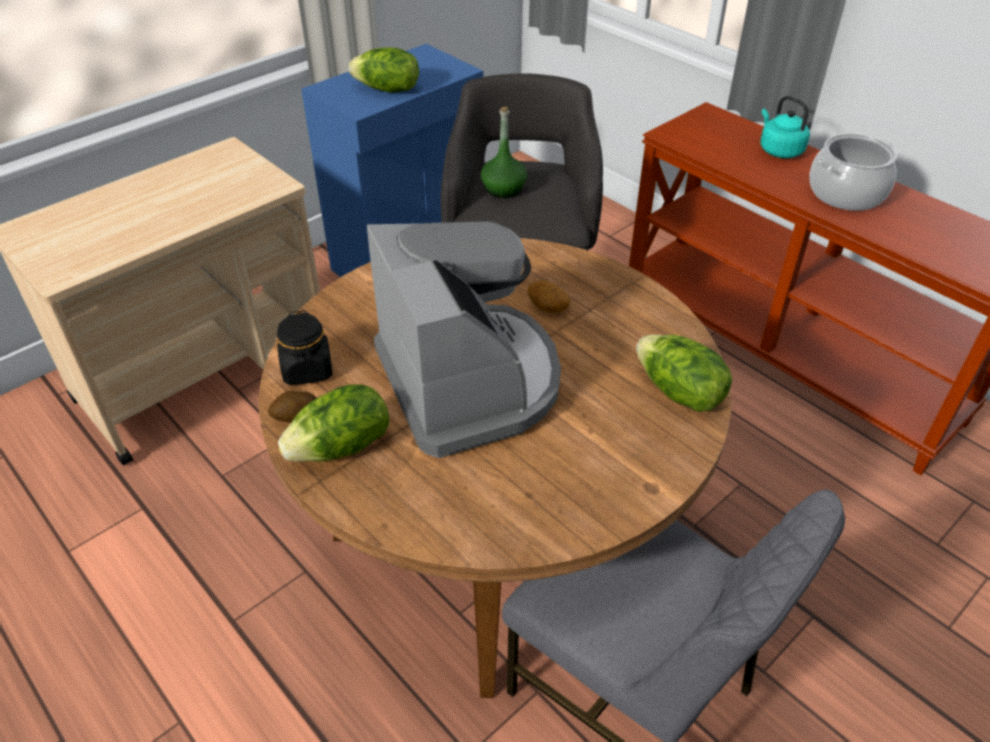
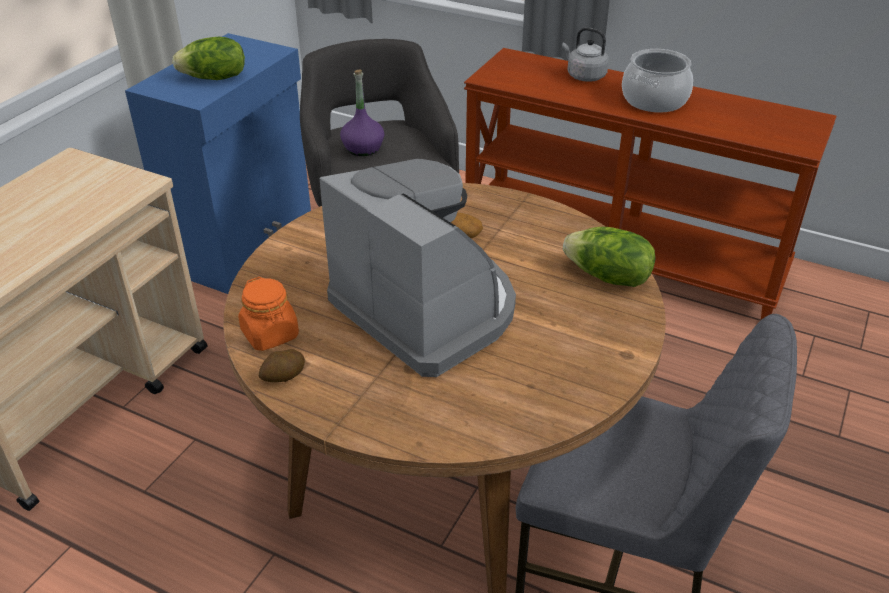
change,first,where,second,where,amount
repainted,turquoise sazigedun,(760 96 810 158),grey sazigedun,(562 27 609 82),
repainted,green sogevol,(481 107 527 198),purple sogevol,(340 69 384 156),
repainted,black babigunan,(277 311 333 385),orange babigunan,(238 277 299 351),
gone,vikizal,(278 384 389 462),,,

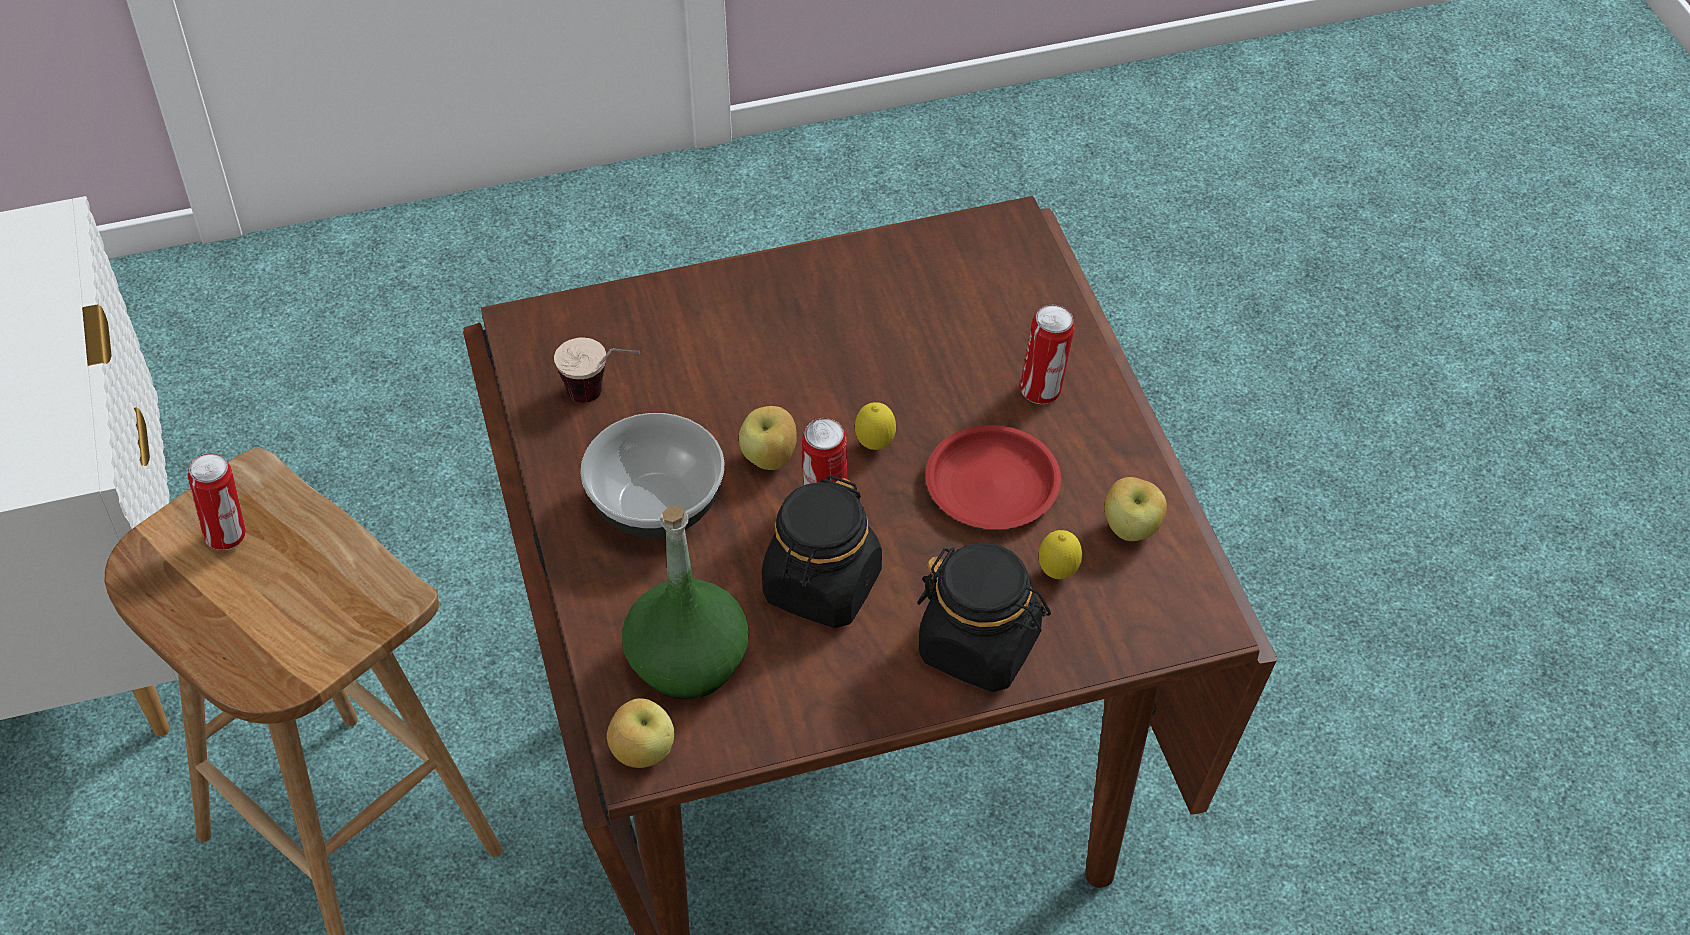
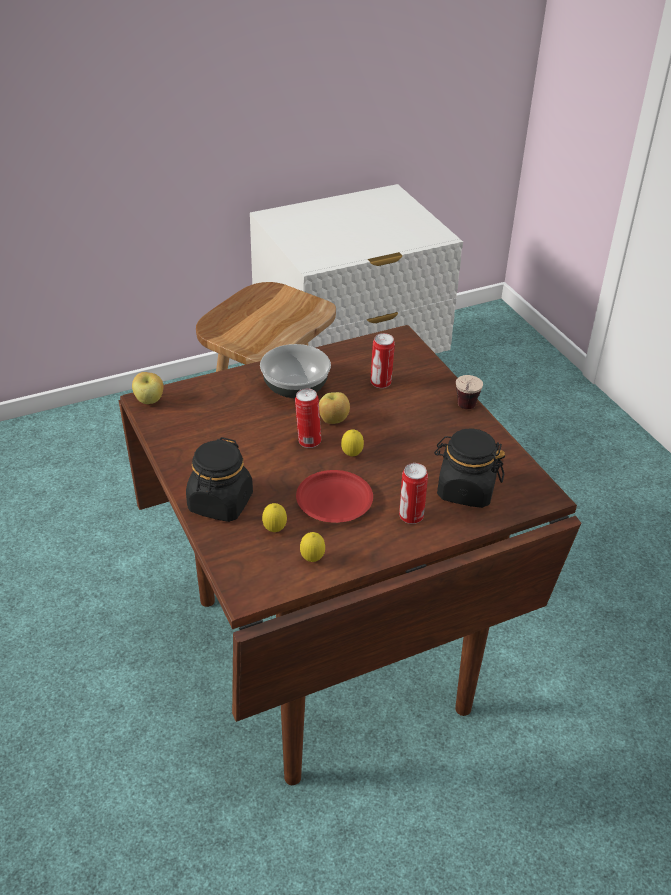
change,first,where,second,where,amount
shifted,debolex,(554 337 640 403),,(456 375 483 409),
shifted,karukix,(188 453 246 550),,(370 333 395 388),
shifted,black babigunan,(762 475 882 628),,(434 429 505 508),
swapped,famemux,(1104 477 1167 541),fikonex,(300 532 325 562),
gone,green sogevol,(622 505 749 699),,,

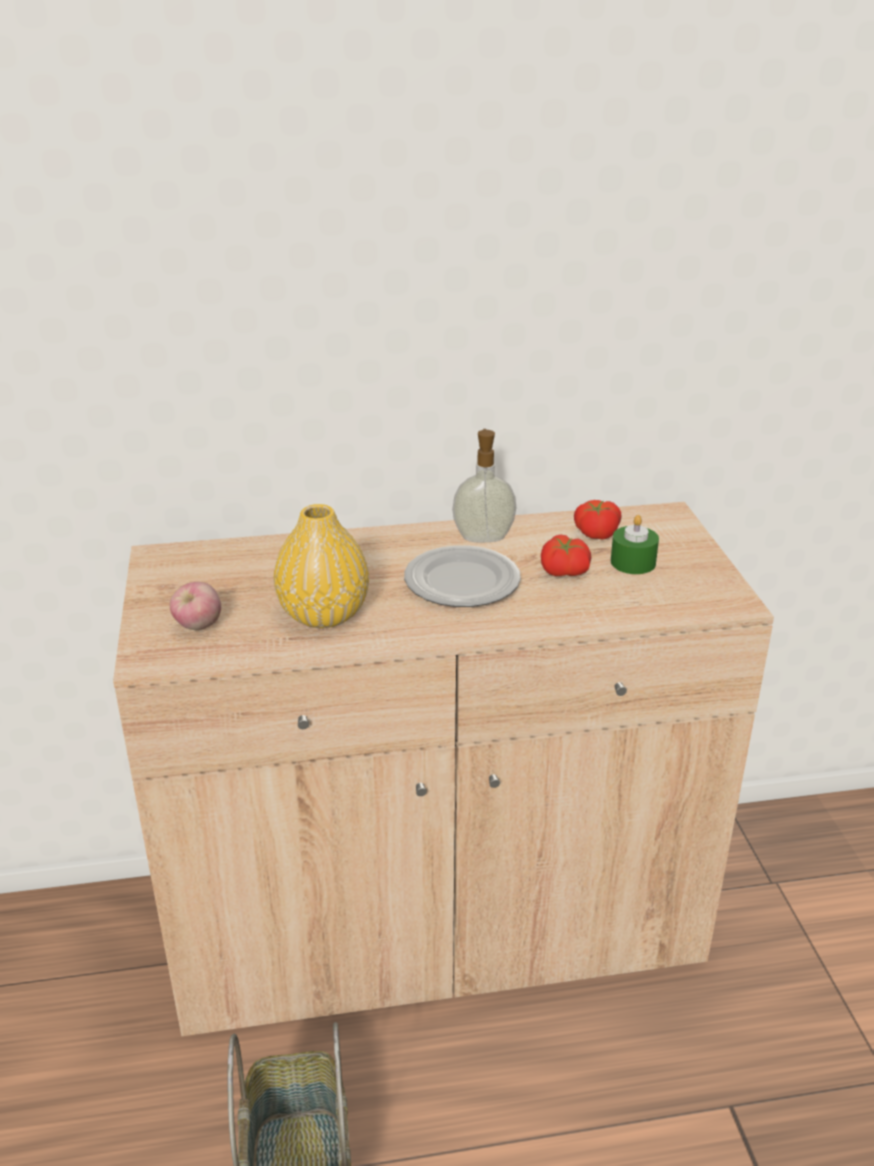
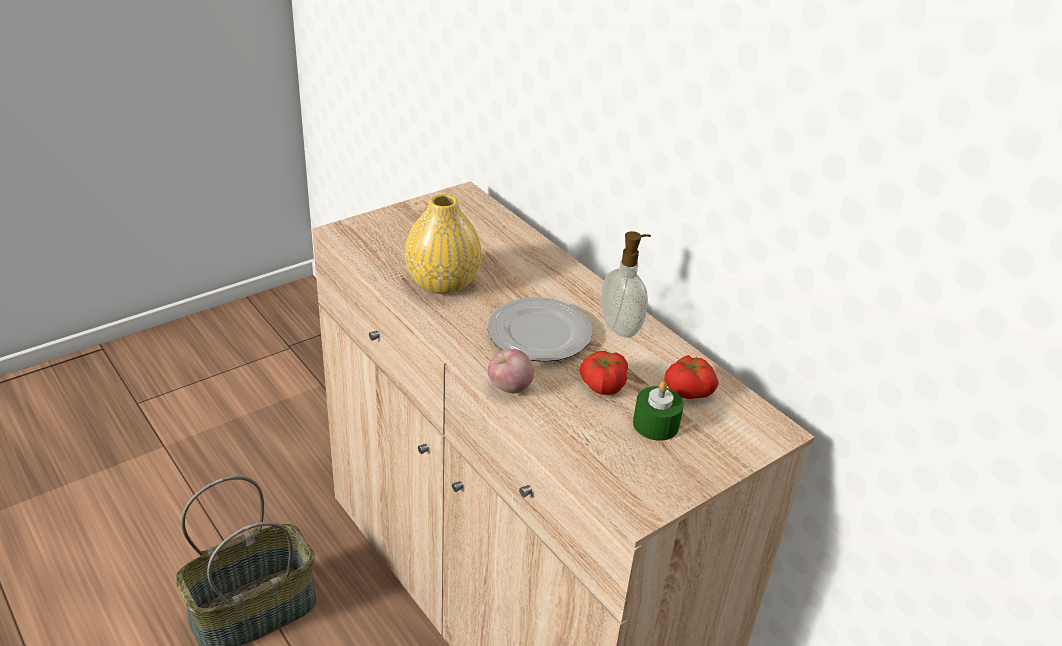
change,first,where,second,where,amount
shifted,famemux,(170 582 221 630),,(488 349 534 393),

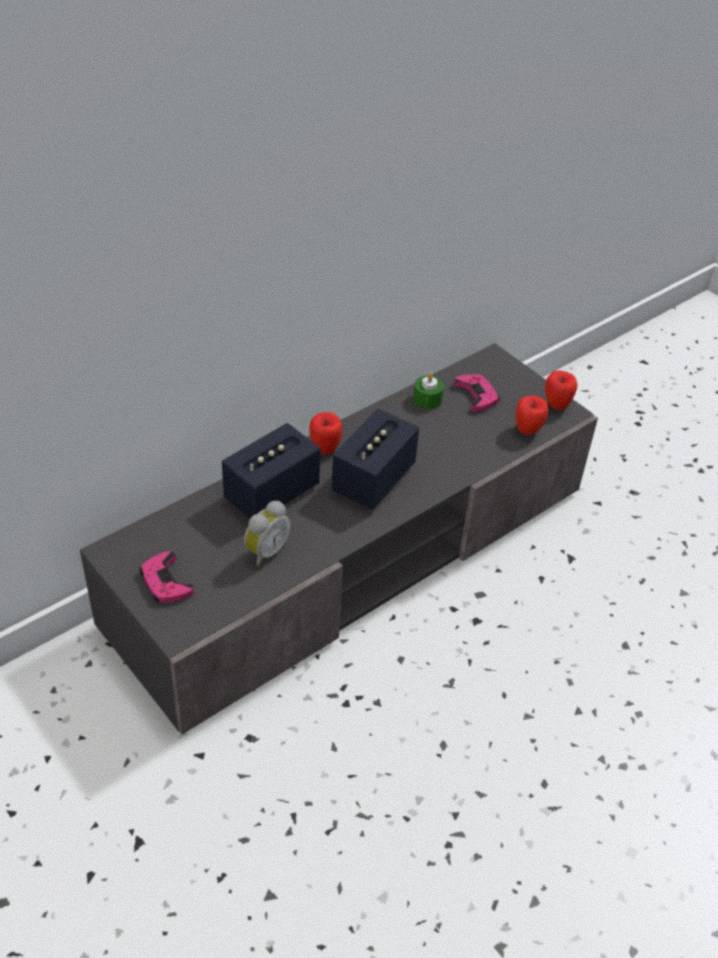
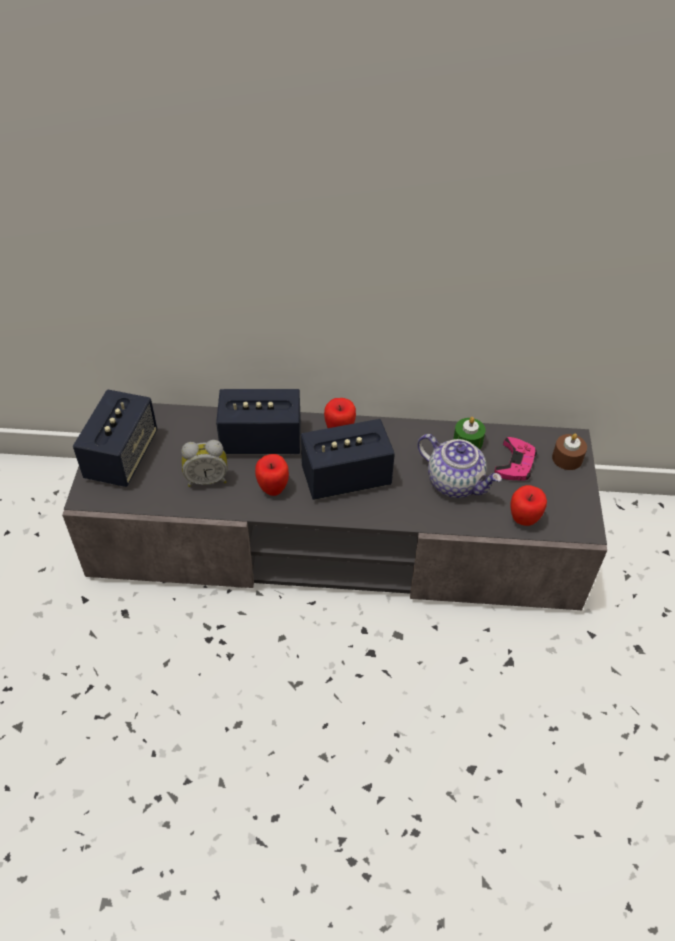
change,first,where,second,where,amount
shifted,famemux,(545 370 578 410),,(255 454 289 496),
swapped,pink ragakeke,(139 551 194 603),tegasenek,(73 390 158 487),
new,,,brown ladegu,(552 433 587 470),
new,,,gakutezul,(417 434 502 498),

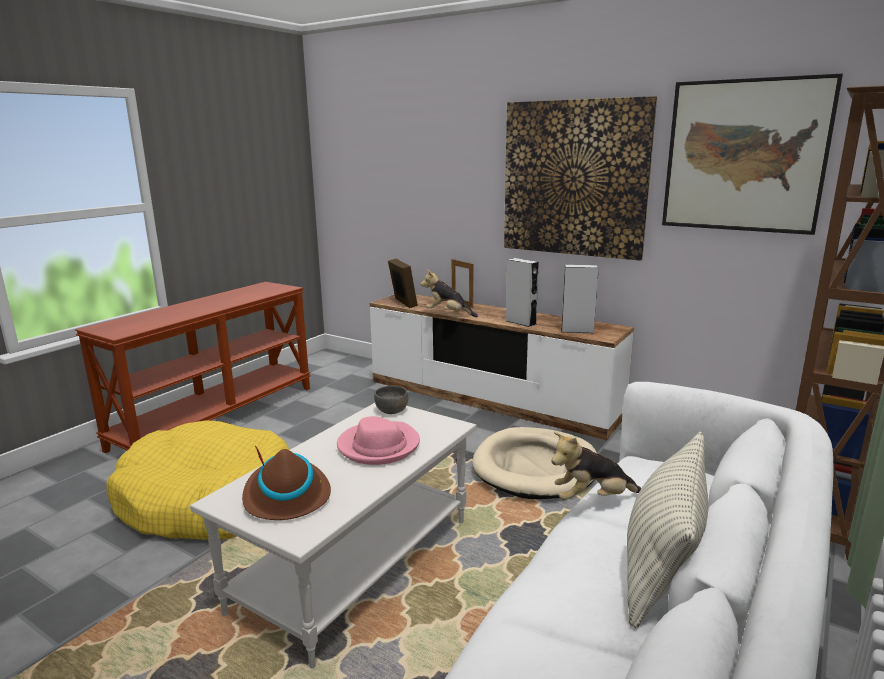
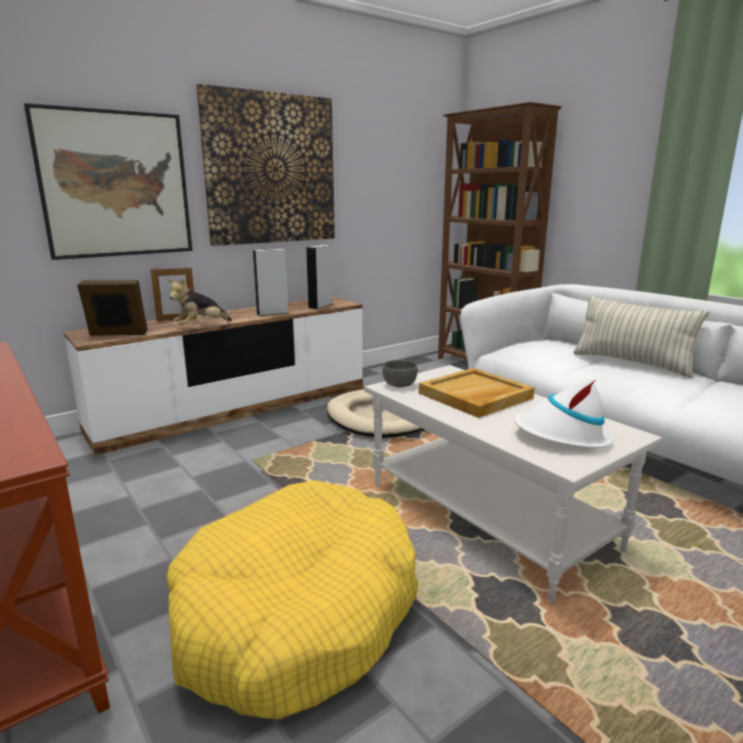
change,first,where,second,where,amount
shifted,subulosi,(662 74 843 235),,(24 103 192 260),
swapped,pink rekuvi,(337 416 420 465),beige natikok,(419 368 535 418),
gone,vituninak,(551 432 641 500),,,
repainted,brown rekuvi,(242 446 331 520),white rekuvi,(514 379 614 448),

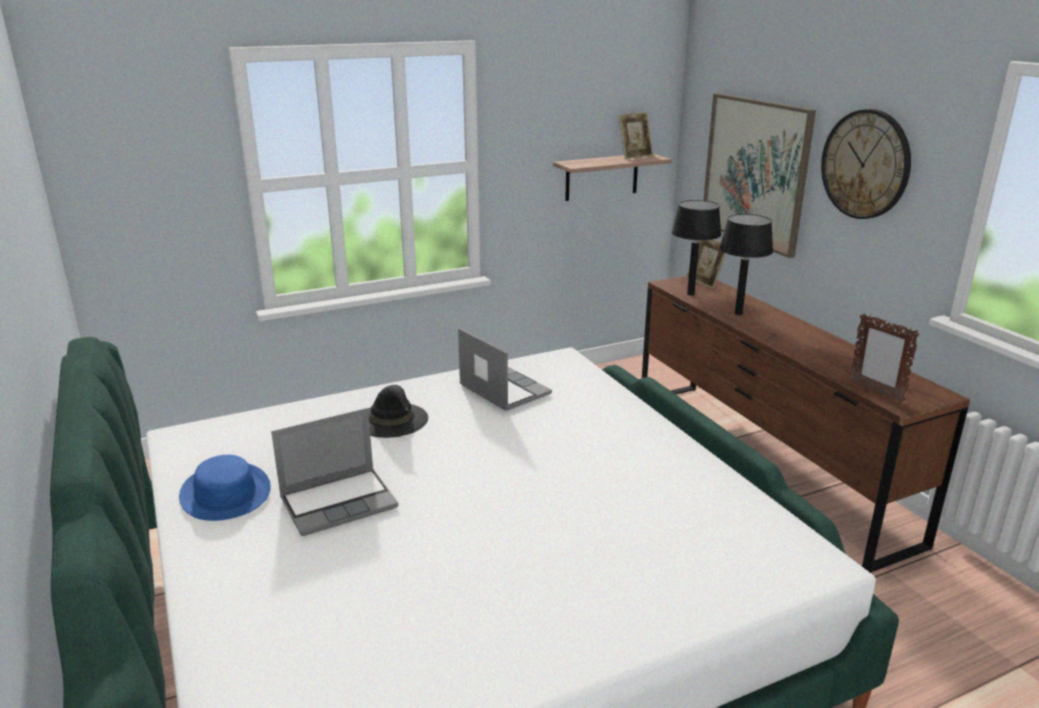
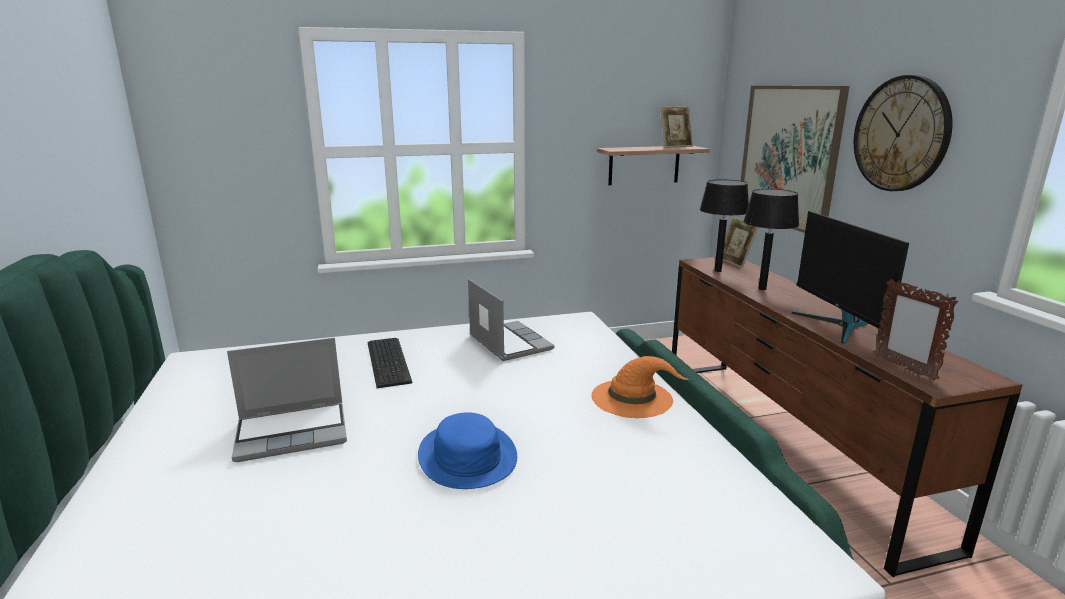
change,first,where,second,where,amount
swapped,black rekuvi,(368 385 428 438),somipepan,(367 338 412 388),
shifted,blue rekuvi,(179 455 271 521),,(418 412 517 489),
new,,,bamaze,(792 211 909 344),
new,,,orange rekuvi,(591 356 690 418),

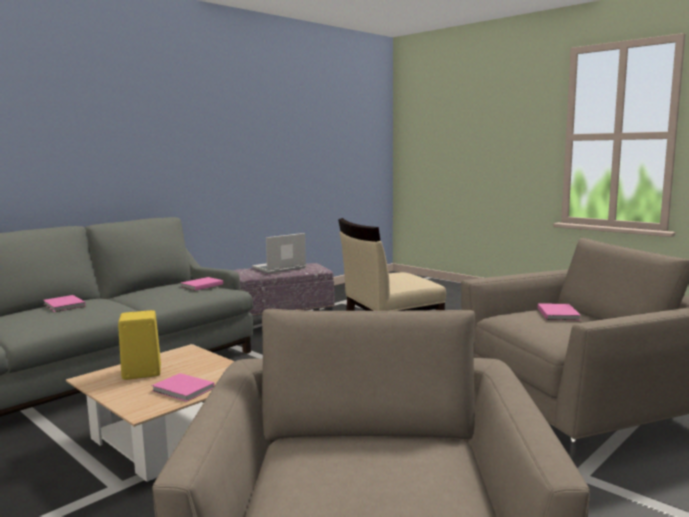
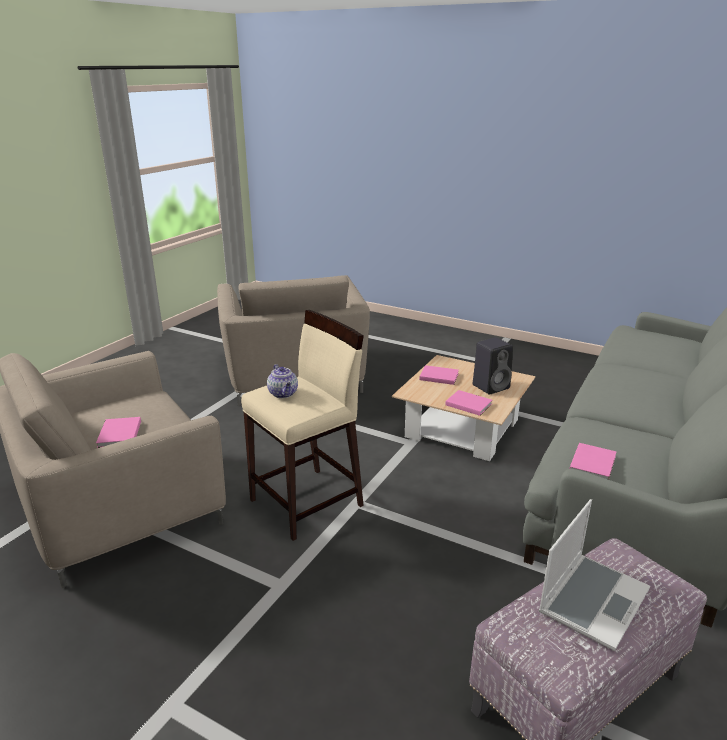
change,first,where,second,where,amount
shifted,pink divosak,(43 295 85 312),,(445 390 492 416),
repainted,yellow tegasenek,(118 310 161 380),black tegasenek,(473 337 513 394),
new,,,gakutezul,(267 364 298 398),

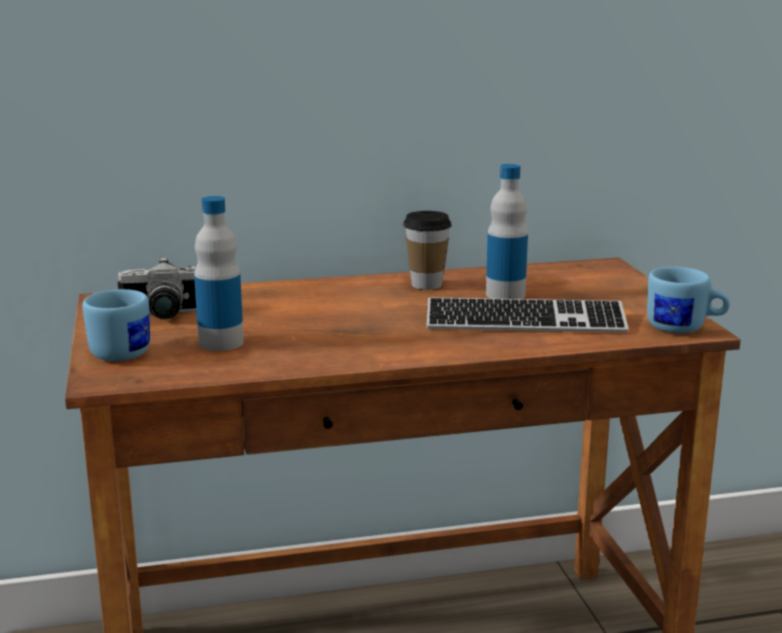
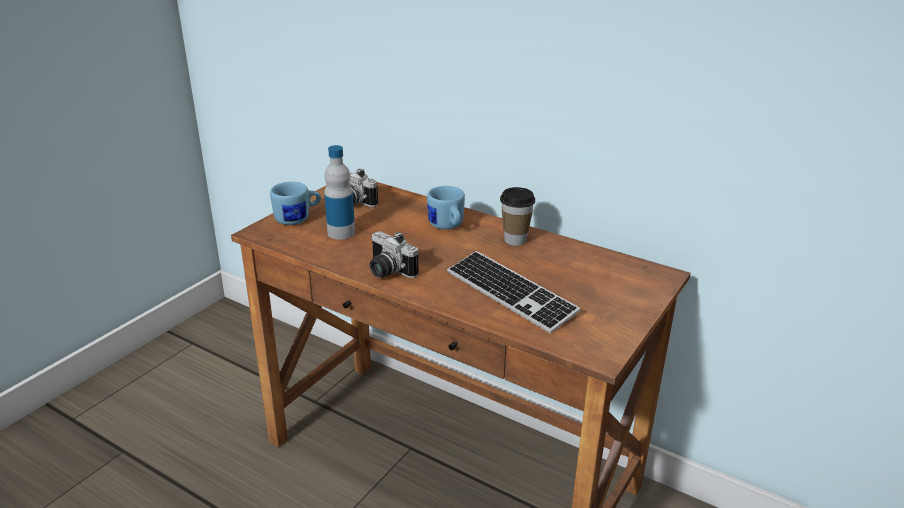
change,first,where,second,where,amount
gone,sogevol,(486 164 528 299),,,
shifted,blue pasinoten,(647 267 730 333),,(427 186 465 230),
new,,,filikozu,(369 231 418 278),

